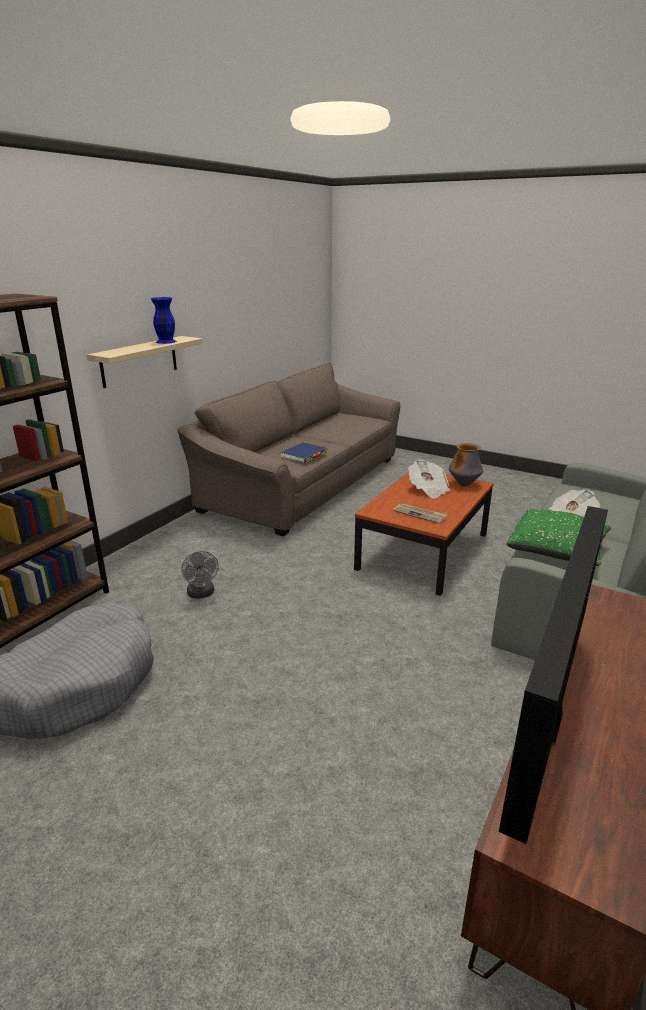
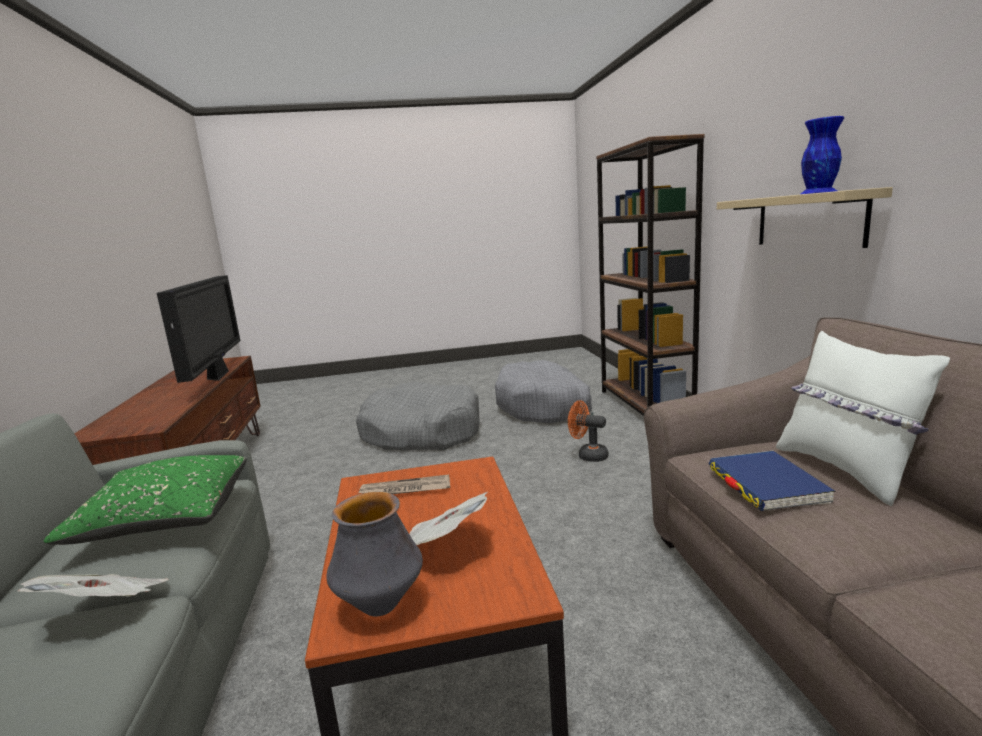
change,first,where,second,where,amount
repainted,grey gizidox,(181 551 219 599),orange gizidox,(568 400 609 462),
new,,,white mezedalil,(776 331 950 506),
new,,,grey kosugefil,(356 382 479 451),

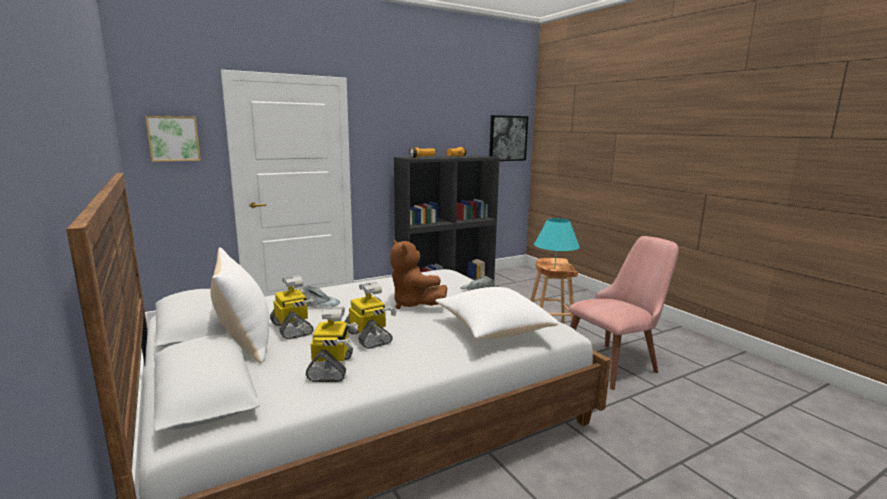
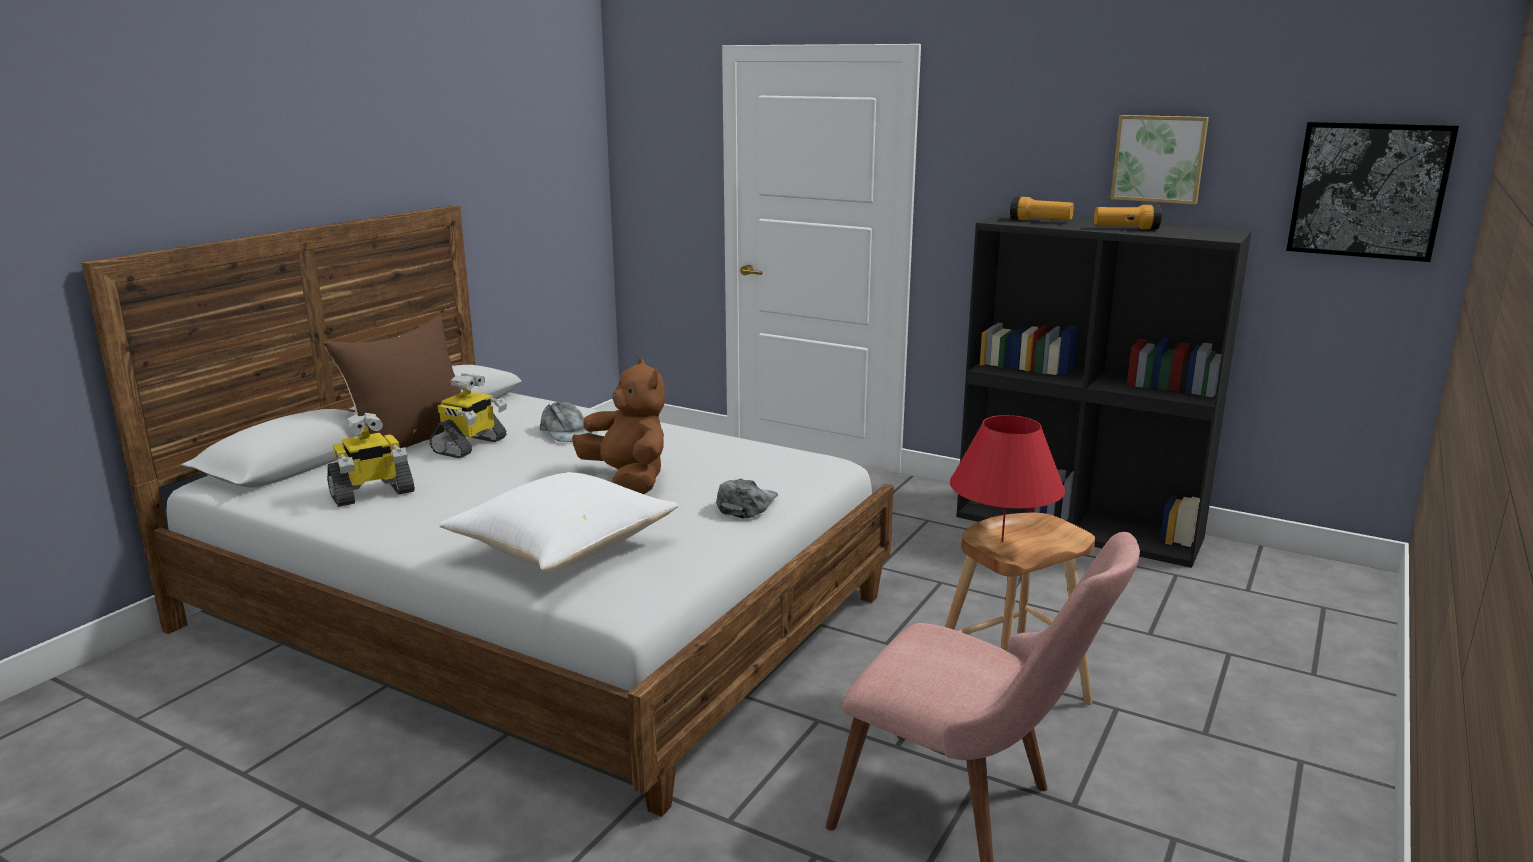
change,first,where,second,where,amount
shifted,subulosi,(145 116 201 162),,(1110 115 1209 204),
repainted,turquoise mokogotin,(534 218 580 269),red mokogotin,(950 415 1065 542),
rotated,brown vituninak,(390 240 447 309),,(572 359 666 494),120 degrees clockwise
repainted,white mezedalil,(210 247 269 363),brown mezedalil,(323 316 461 450),
gone,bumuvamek,(345 282 396 349),,,

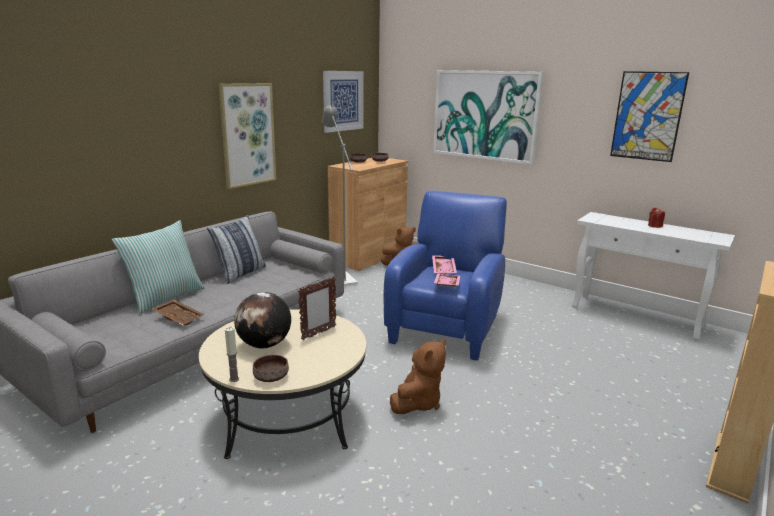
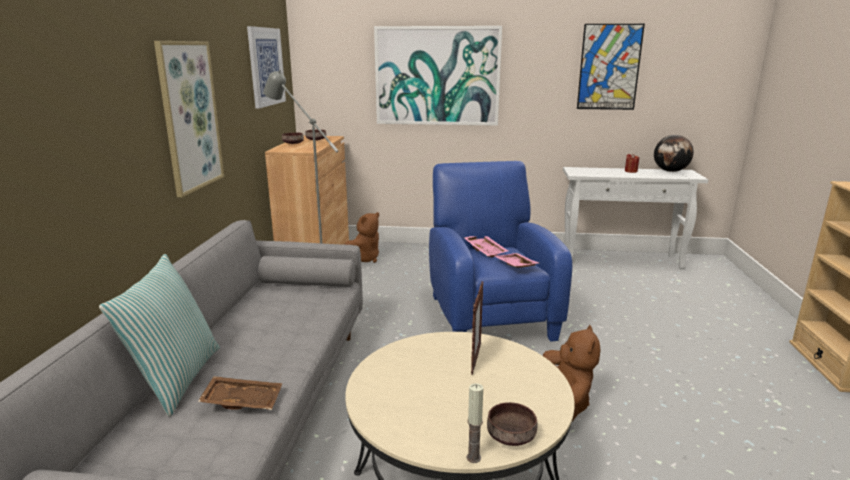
change,first,where,second,where,amount
gone,mezedalil,(207 215 266 284),,,
shifted,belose,(234 292 291 349),,(654 135 694 172),

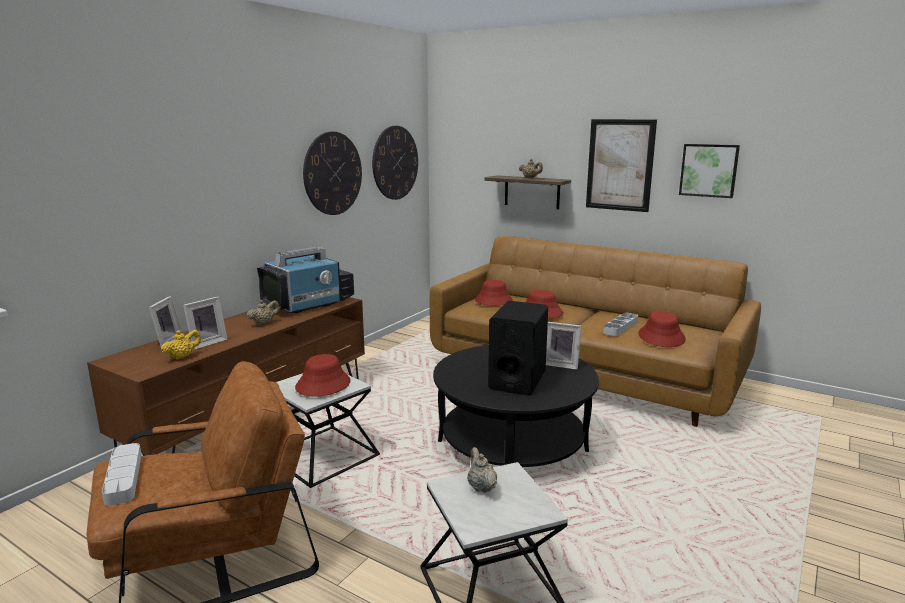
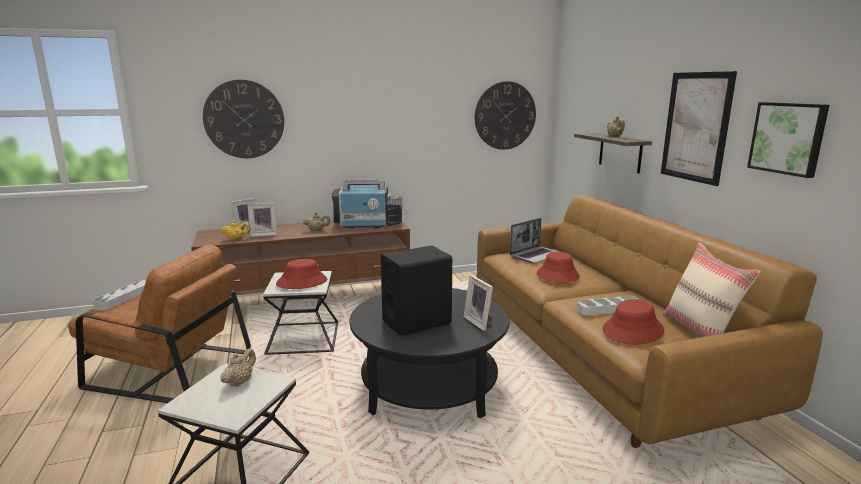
change,first,where,second,where,amount
shifted,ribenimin,(303 132 362 215),,(203 80 284 158),
swapped,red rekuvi,(475 280 513 306),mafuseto,(510 218 559 263),
new,,,beige mezedalil,(663 243 760 337),

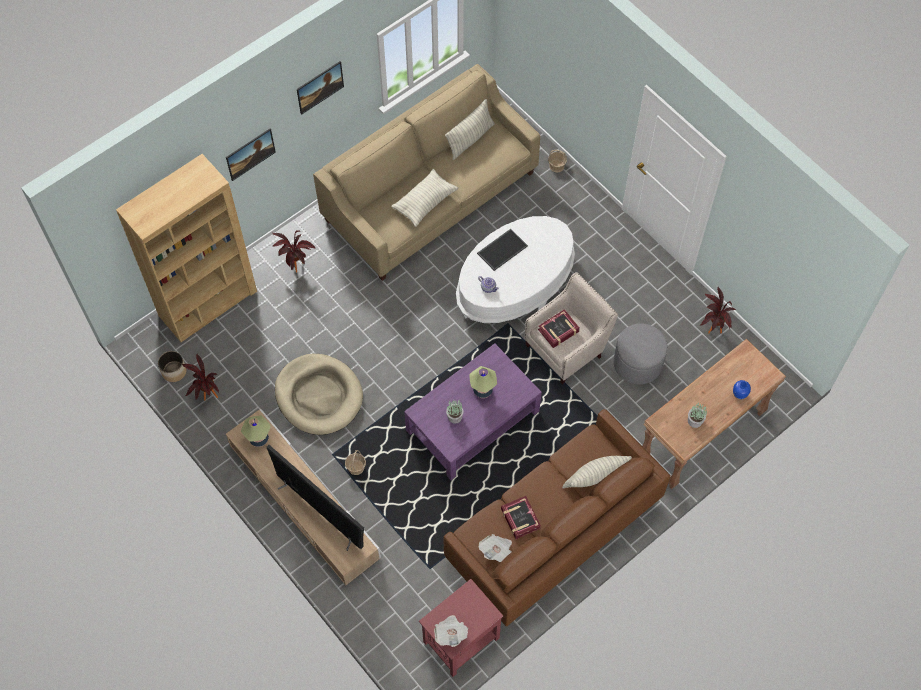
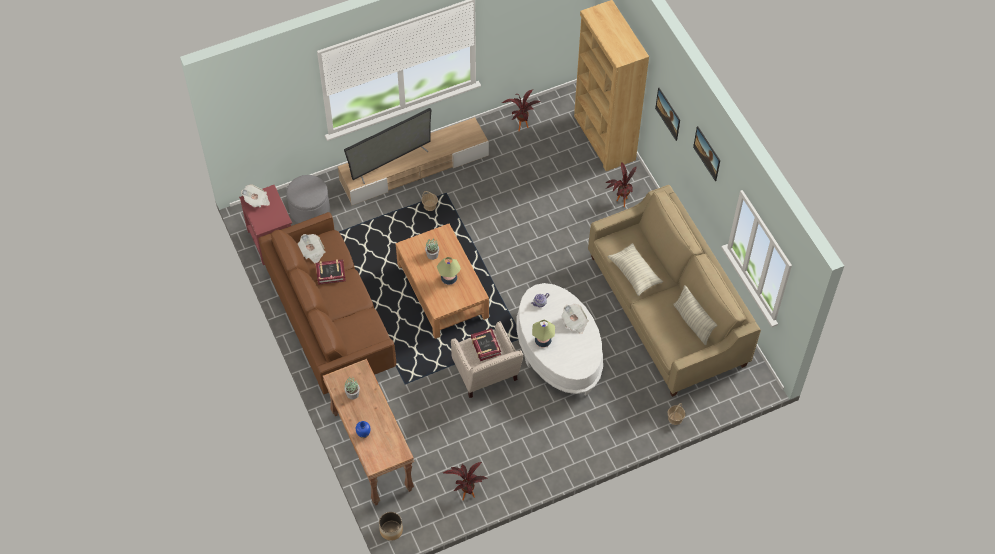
change,first,where,second,where,amount
swapped,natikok,(477 229 528 271),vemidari,(561 304 589 334),
shifted,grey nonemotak,(614 323 668 385),,(286 175 330 223),
repainted,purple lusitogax,(404 343 542 480),brown lusitogax,(395 224 489 339),
shifted,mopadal,(158 351 187 382),,(379 512 403 541),
gone,beige kosugefil,(275 354 363 435),,,
shifted,mokogotin,(241 416 271 447),,(532 320 555 347),
gone,mezedalil,(562 456 632 489),,,

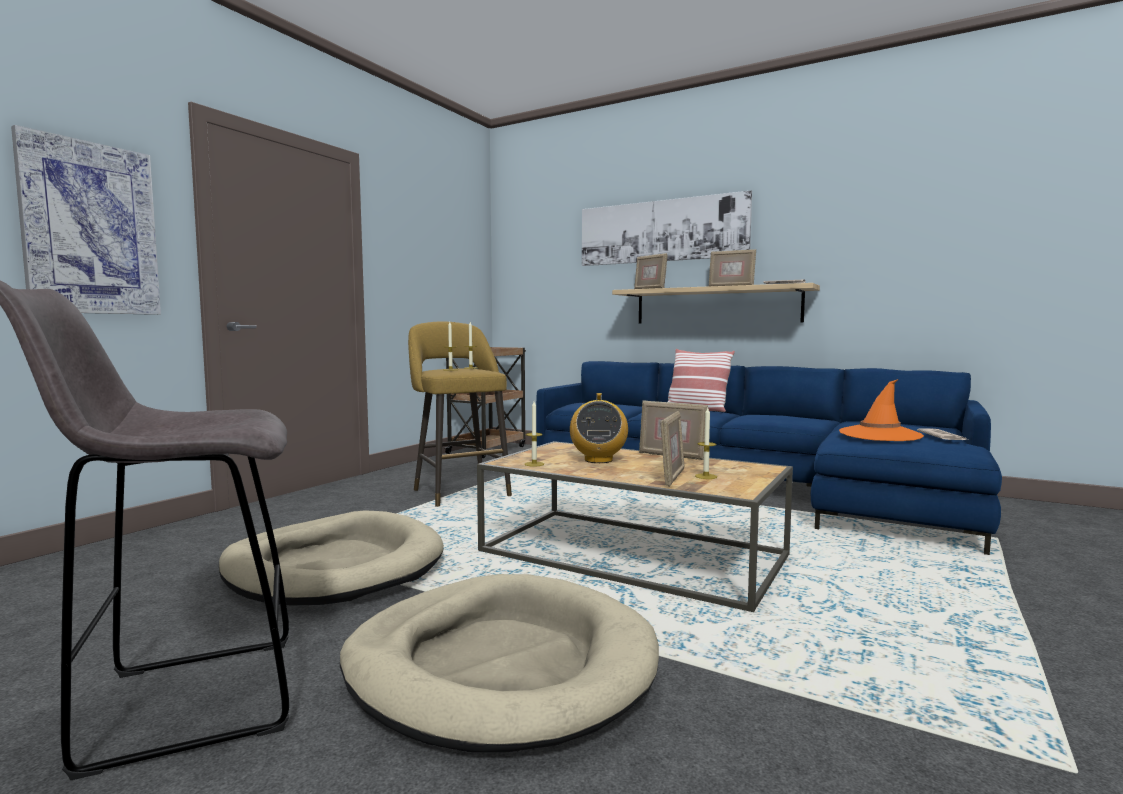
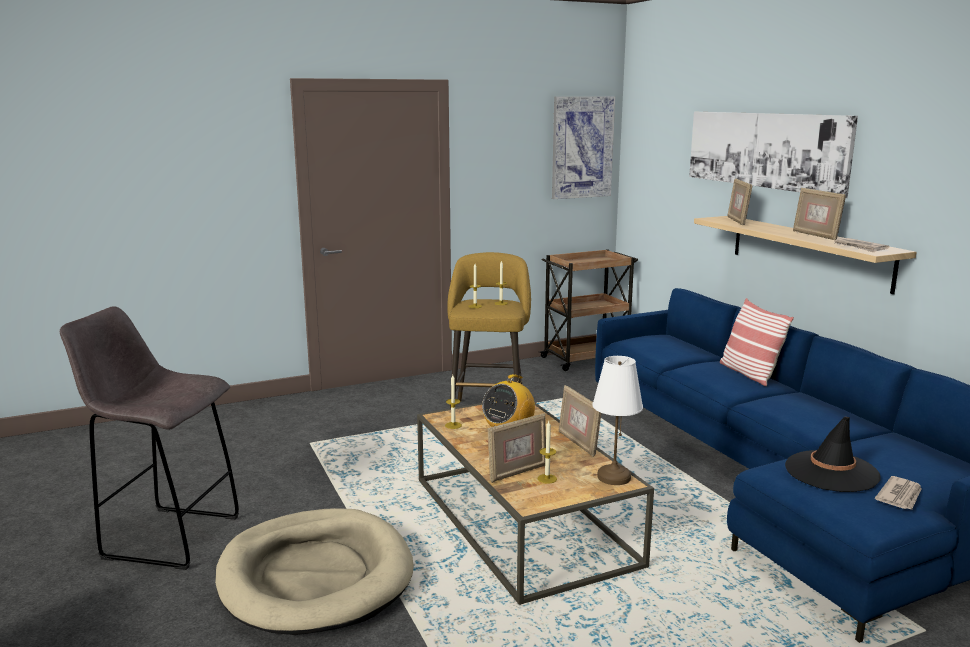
change,first,where,second,where,amount
shifted,subulosi,(11 125 161 315),,(552 97 615 199),
repainted,orange rekuvi,(839 379 924 441),black rekuvi,(785 417 880 492),
gone,beige kosugefil,(219 510 444 605),,,
new,,,white mokogotin,(592 356 643 485),

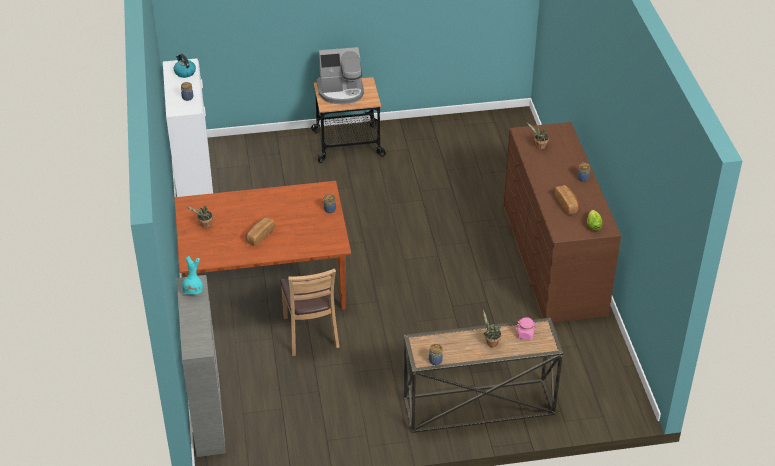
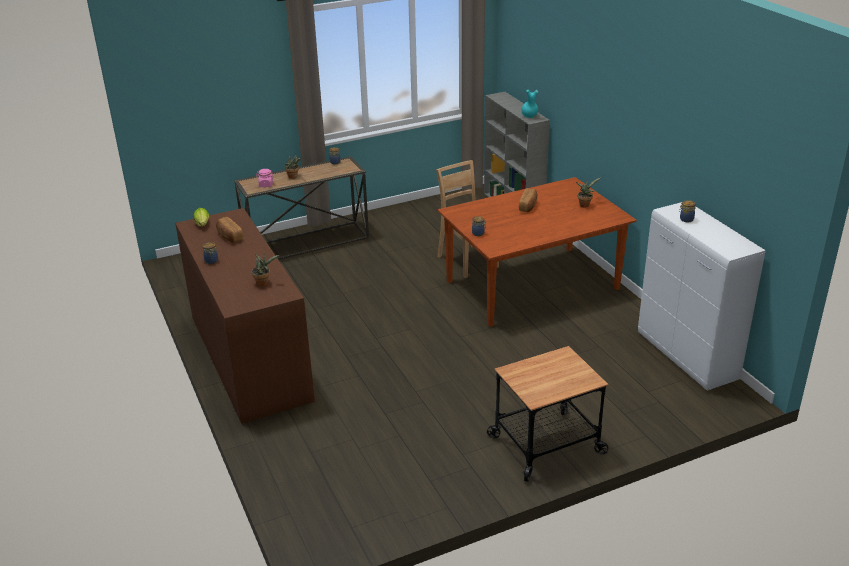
change,first,where,second,where,amount
gone,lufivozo,(317 47 364 104),,,
gone,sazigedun,(174 54 196 78),,,

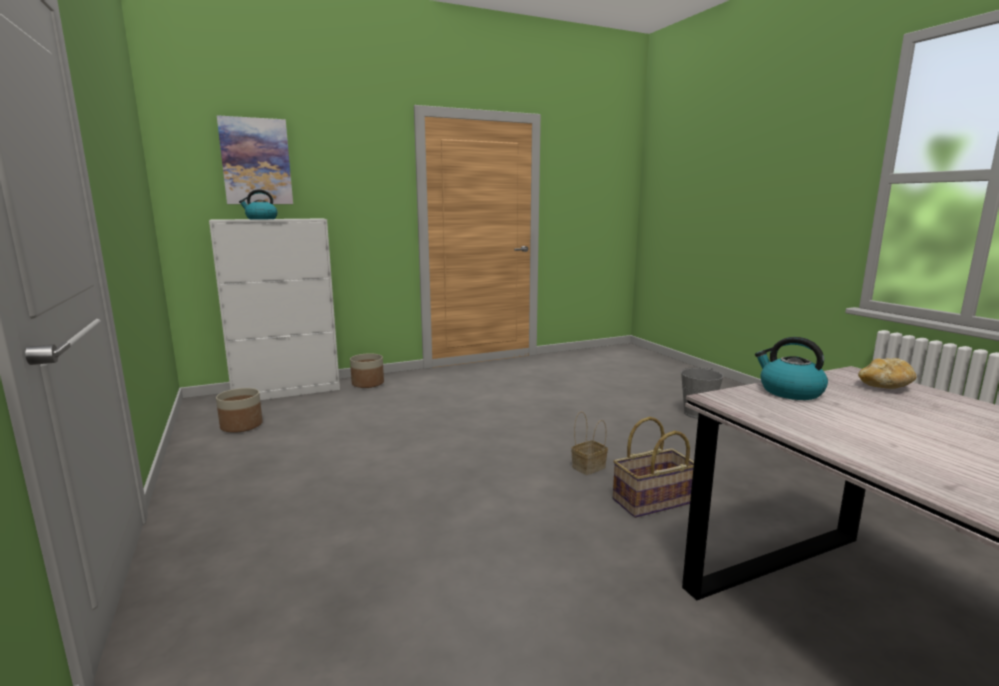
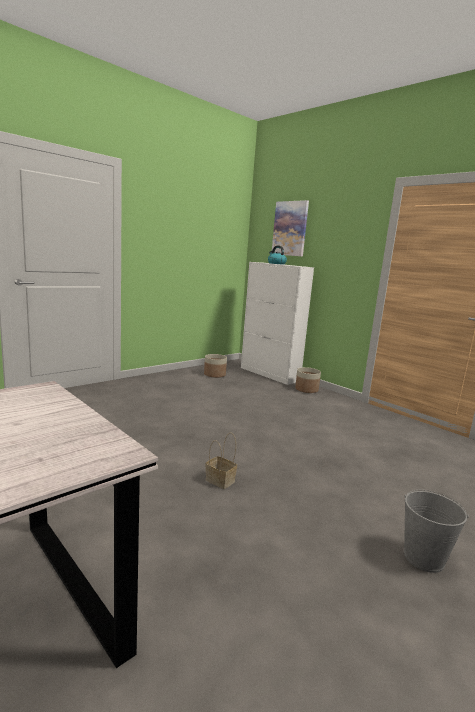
change,first,where,second,where,amount
gone,sazigedun,(755 337 828 400),,,
gone,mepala,(858 358 916 389),,,
gone,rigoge,(613 417 694 518),,,

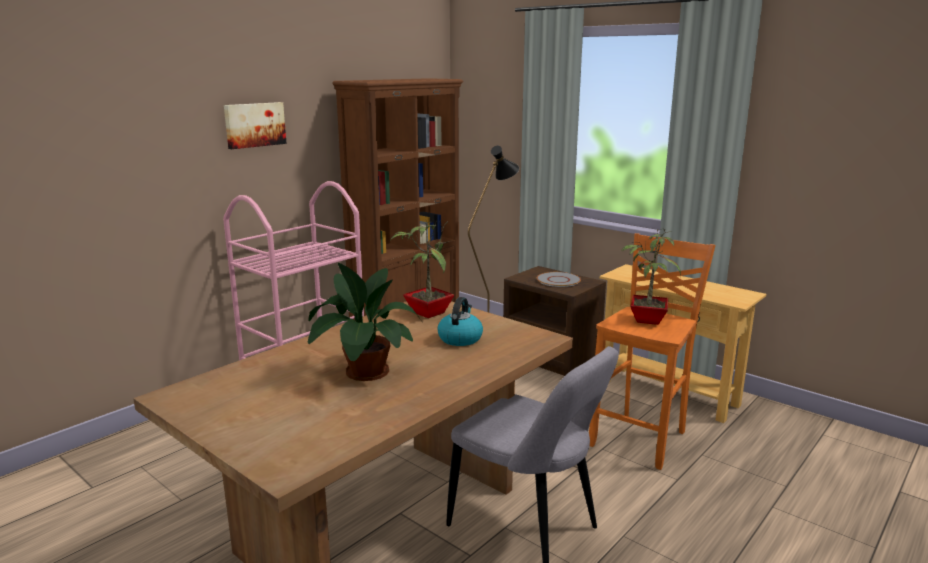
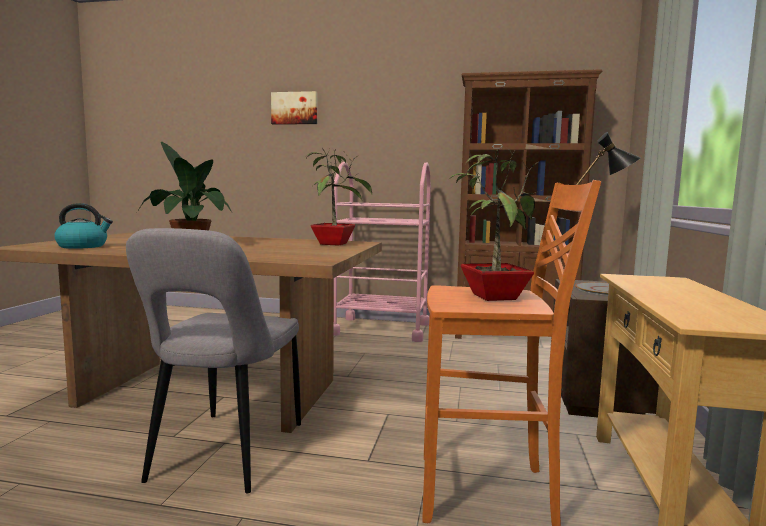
change,first,where,second,where,amount
shifted,subulosi,(224 102 287 149),,(271 91 317 125),
shifted,sazigedun,(437 297 483 346),,(54 203 113 249),

